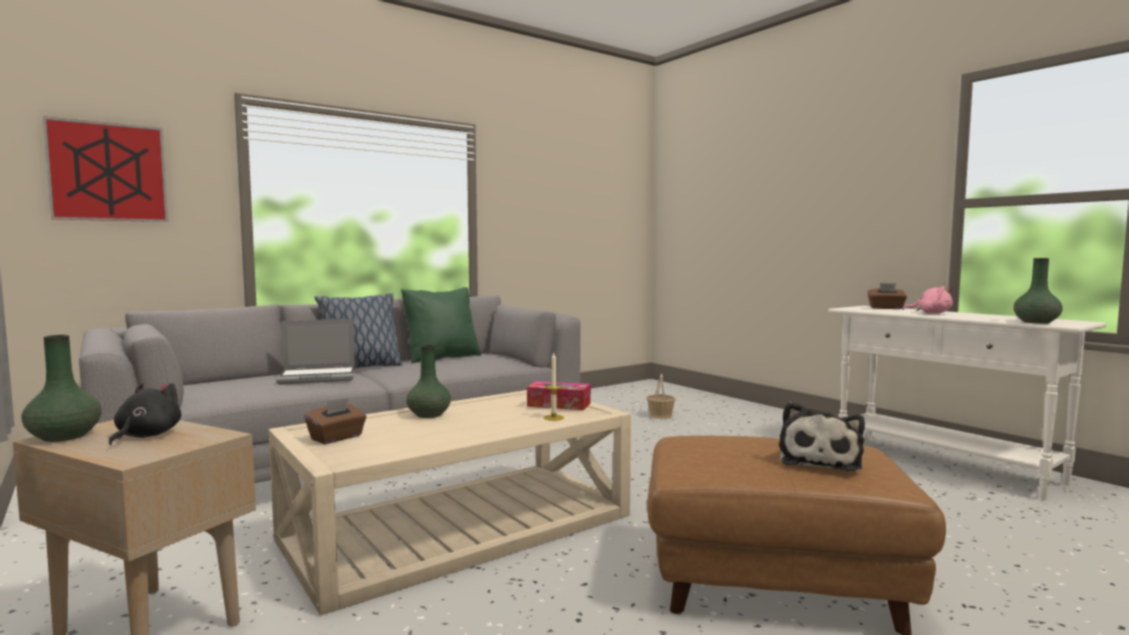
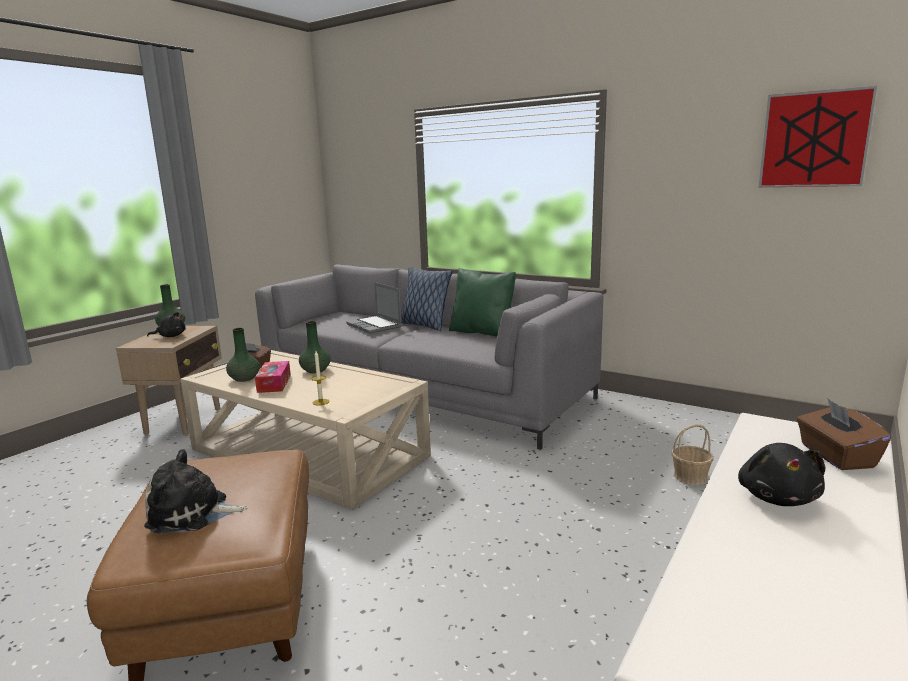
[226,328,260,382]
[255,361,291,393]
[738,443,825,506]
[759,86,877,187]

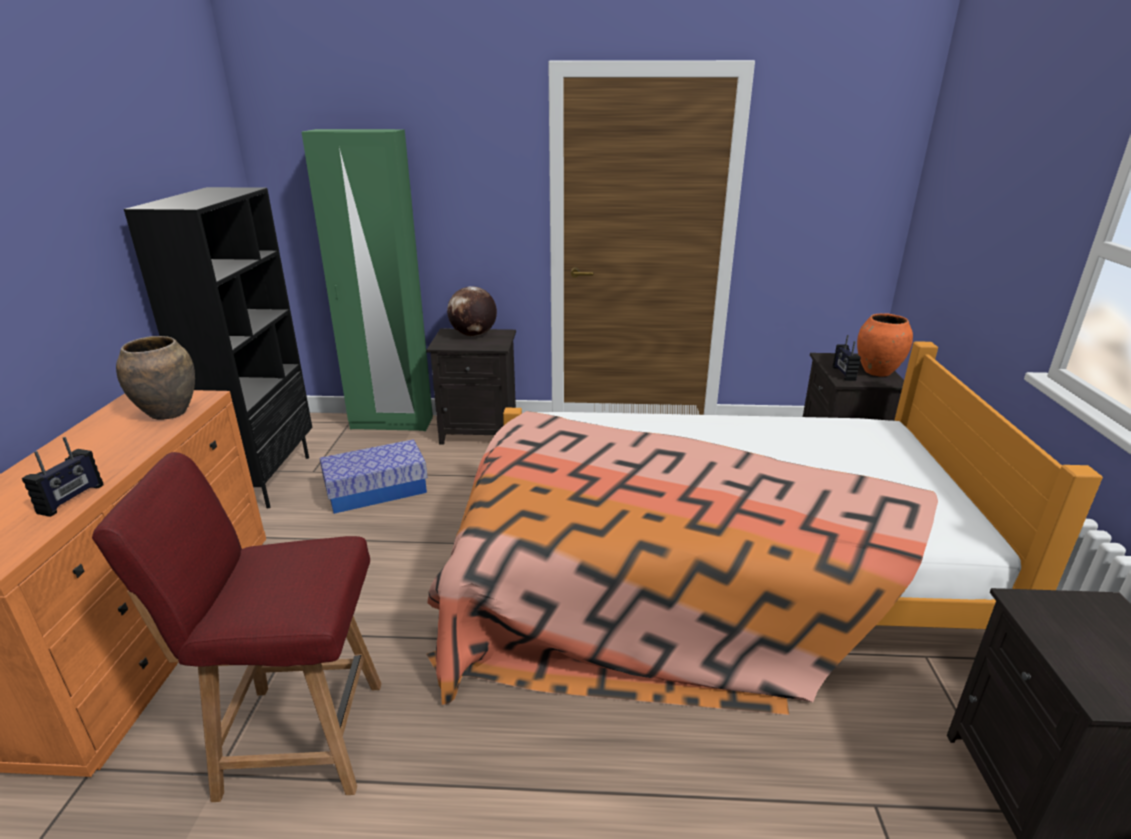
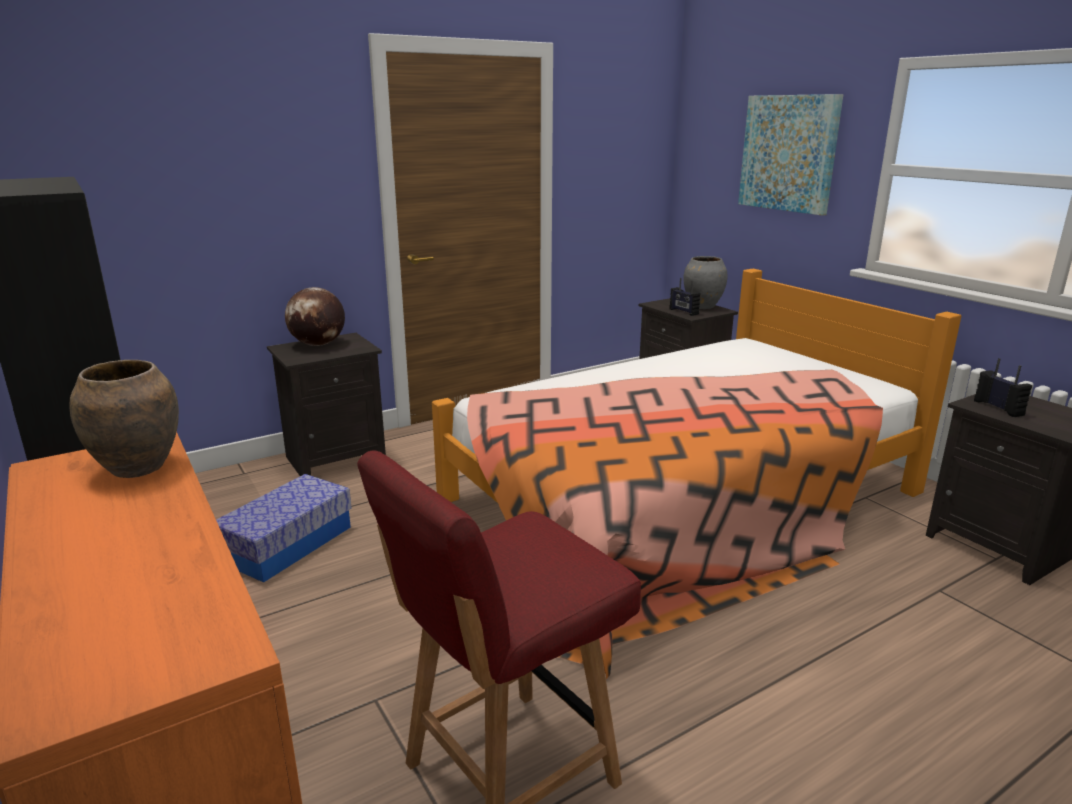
[683,256,727,309]
[738,94,843,216]
[974,358,1032,417]
[302,129,433,431] (first image)

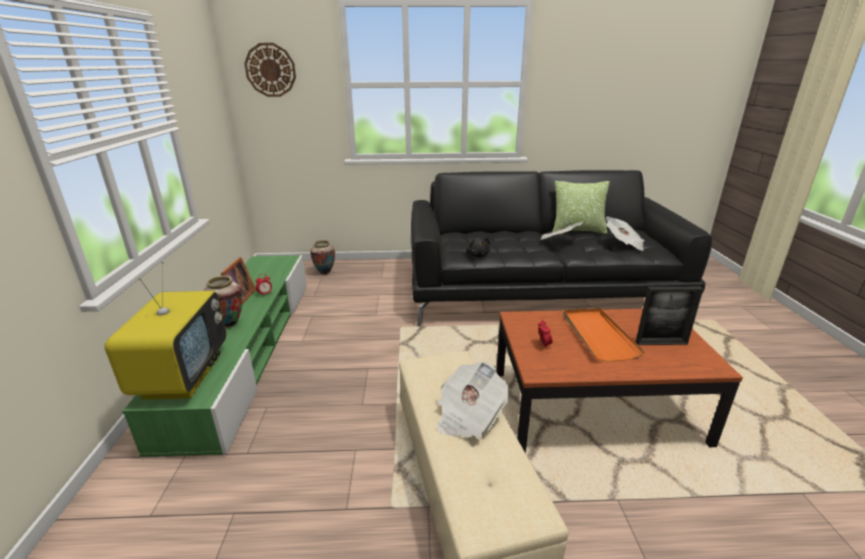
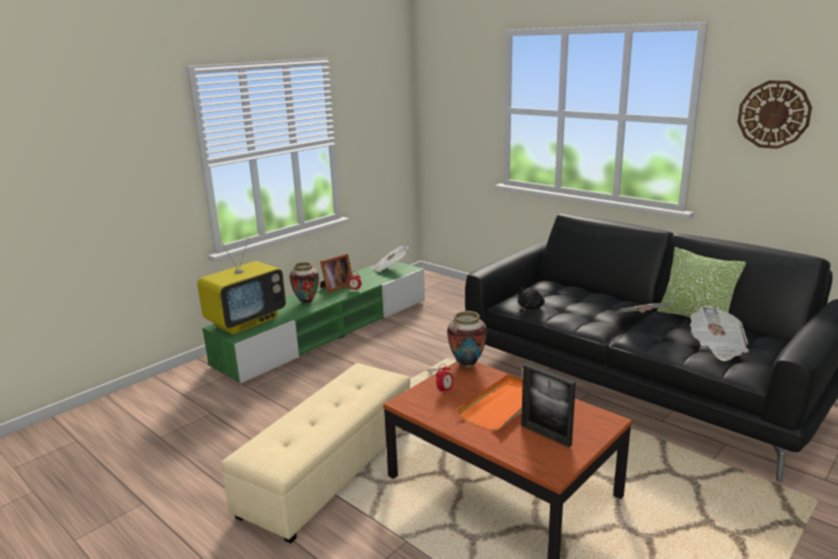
[371,246,409,272]
[447,311,487,368]
[737,80,812,149]

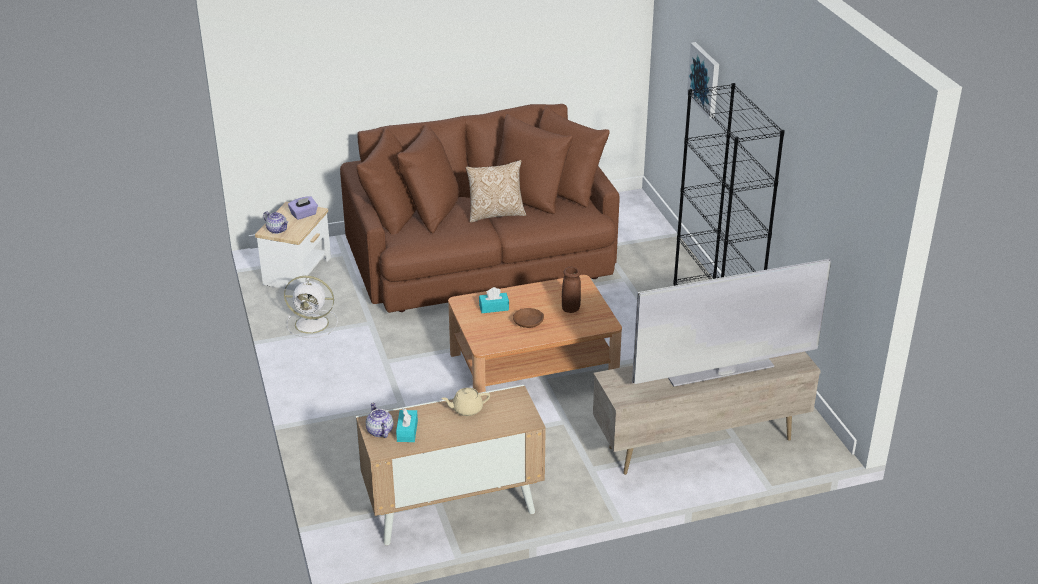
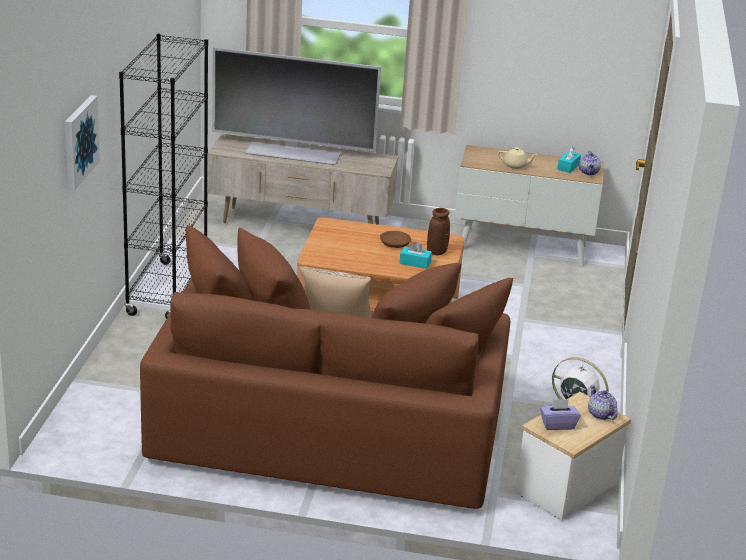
[427,208,450,255]

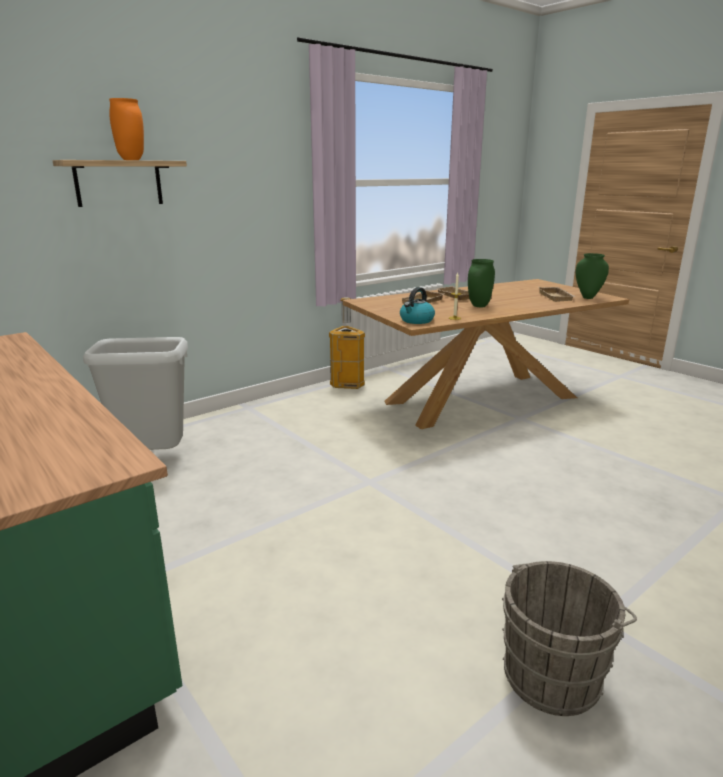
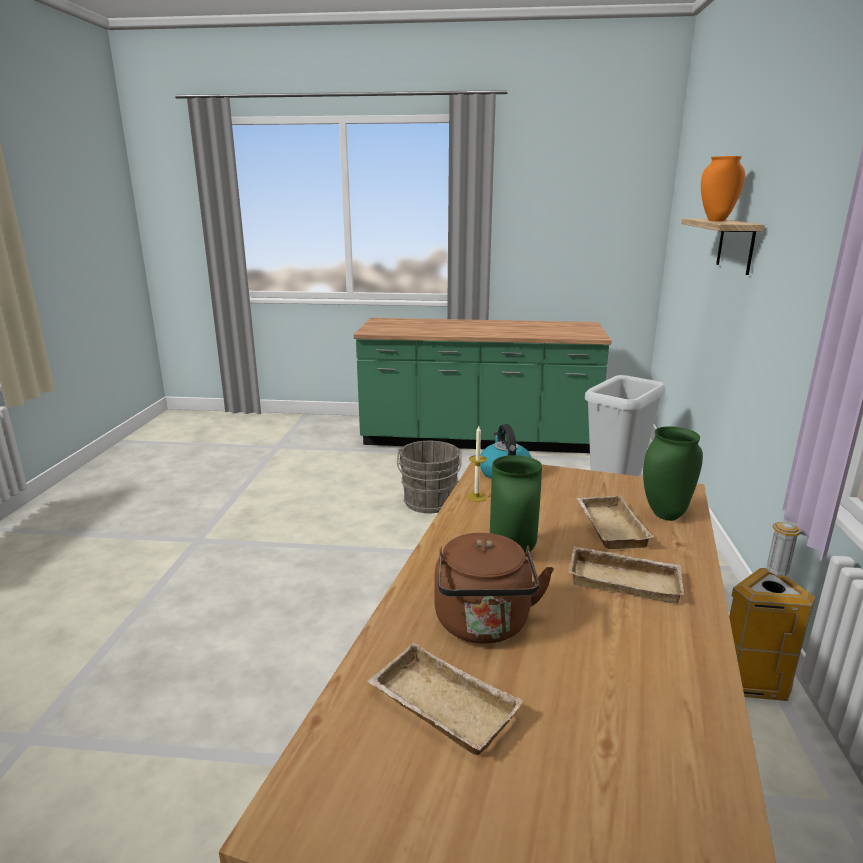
[397,441,462,513]
[435,533,554,644]
[643,426,703,521]

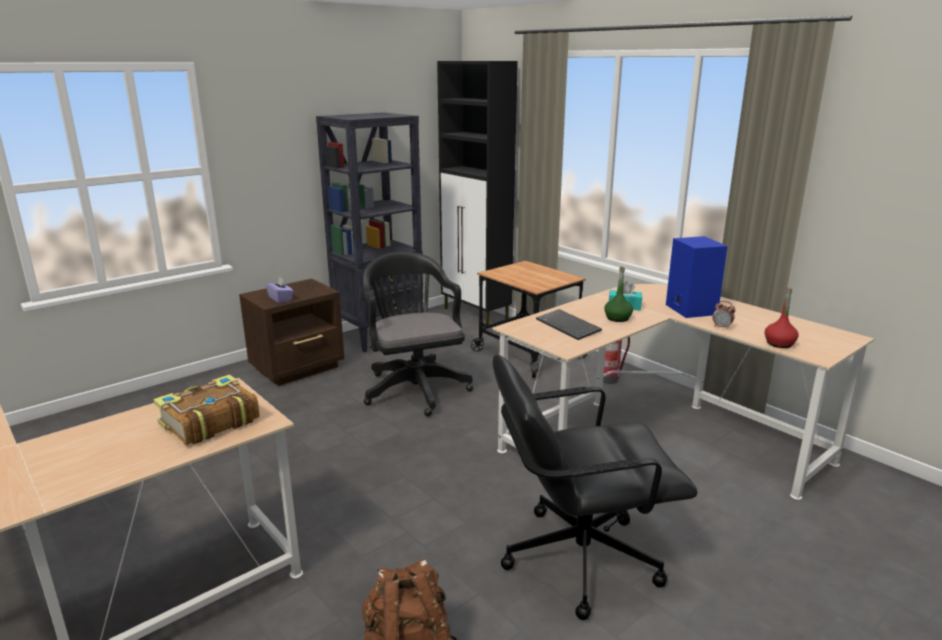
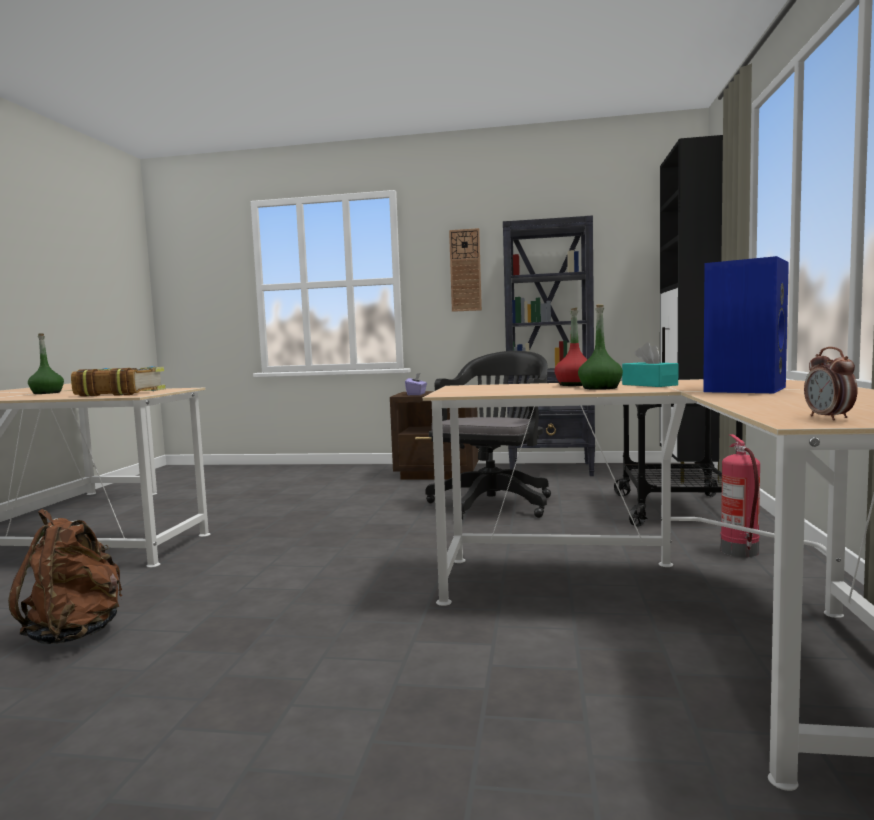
[28,333,64,394]
[449,228,482,312]
[554,308,588,386]
[804,347,858,420]
[493,354,698,620] (first image)
[536,309,602,340] (first image)

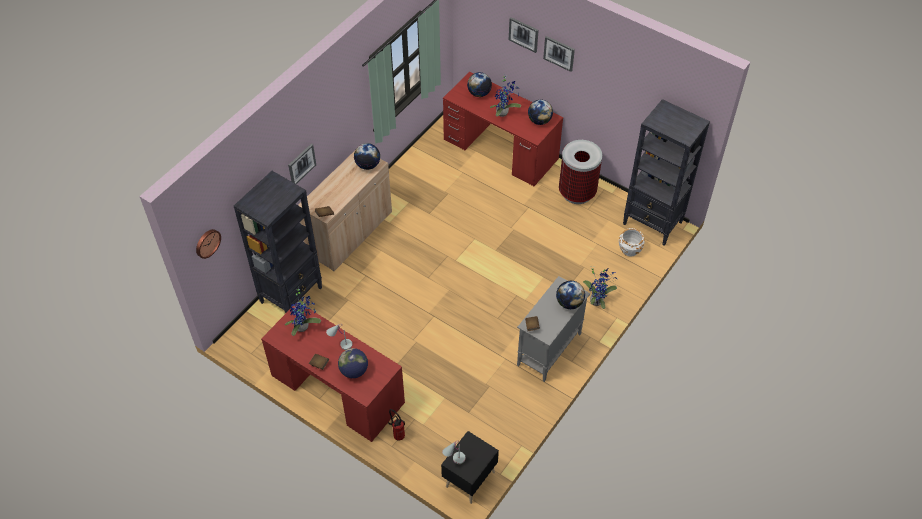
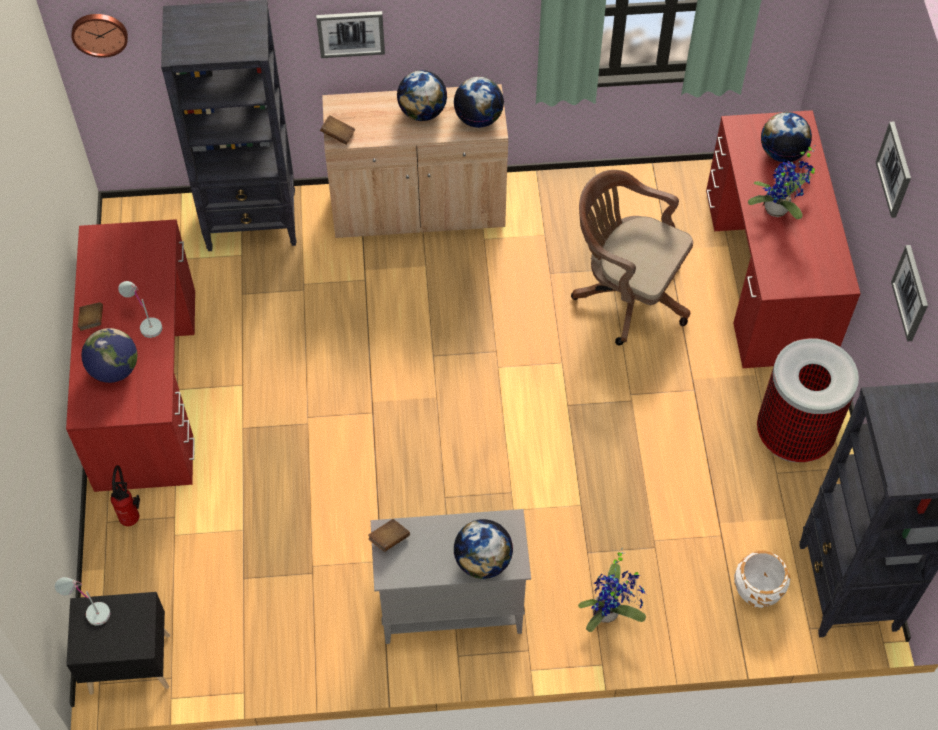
[397,70,447,121]
[571,170,693,345]
[891,245,928,341]
[285,286,321,336] (first image)

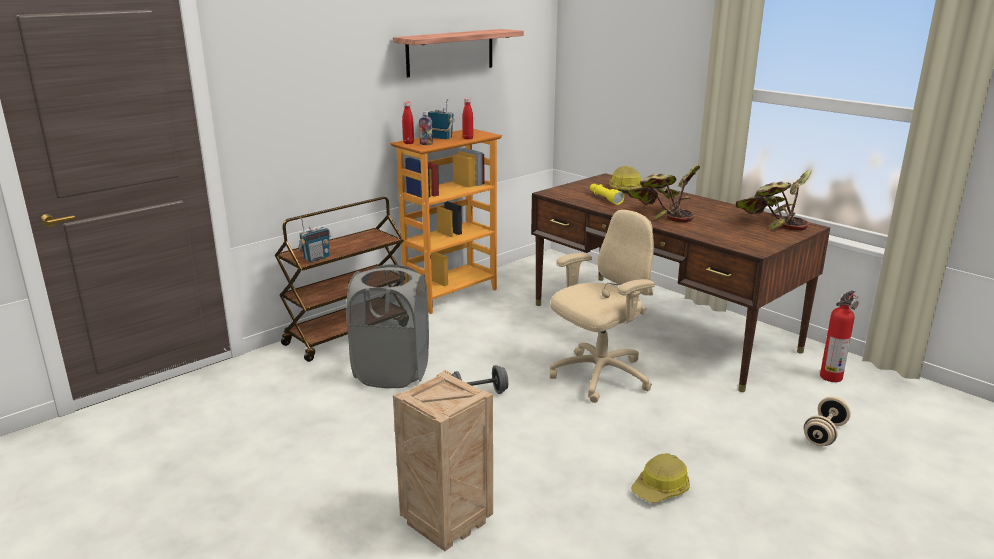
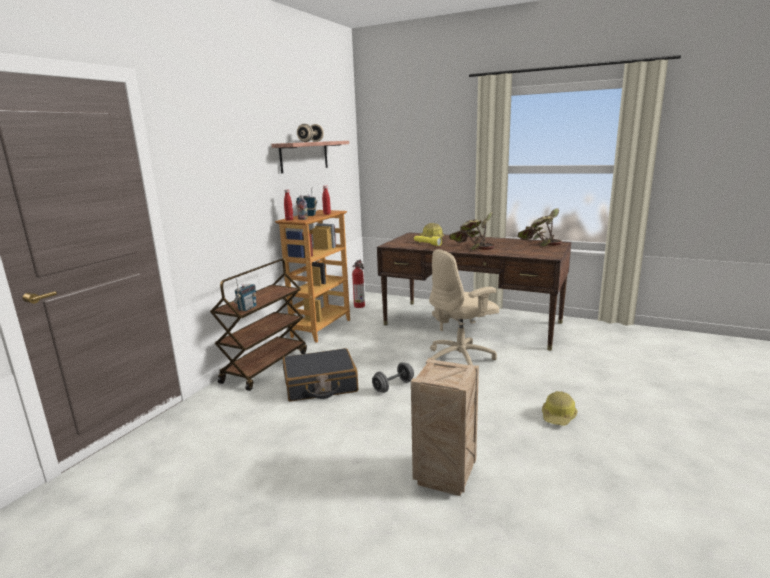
[283,348,358,402]
[297,124,324,142]
[352,260,365,308]
[429,249,499,365]

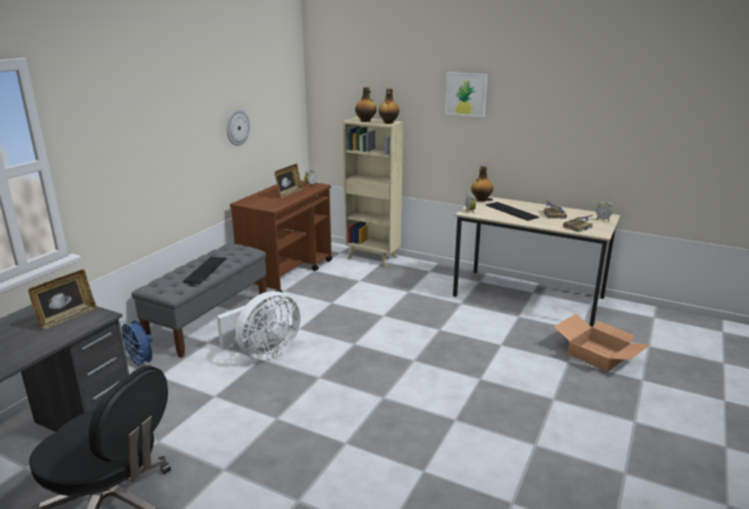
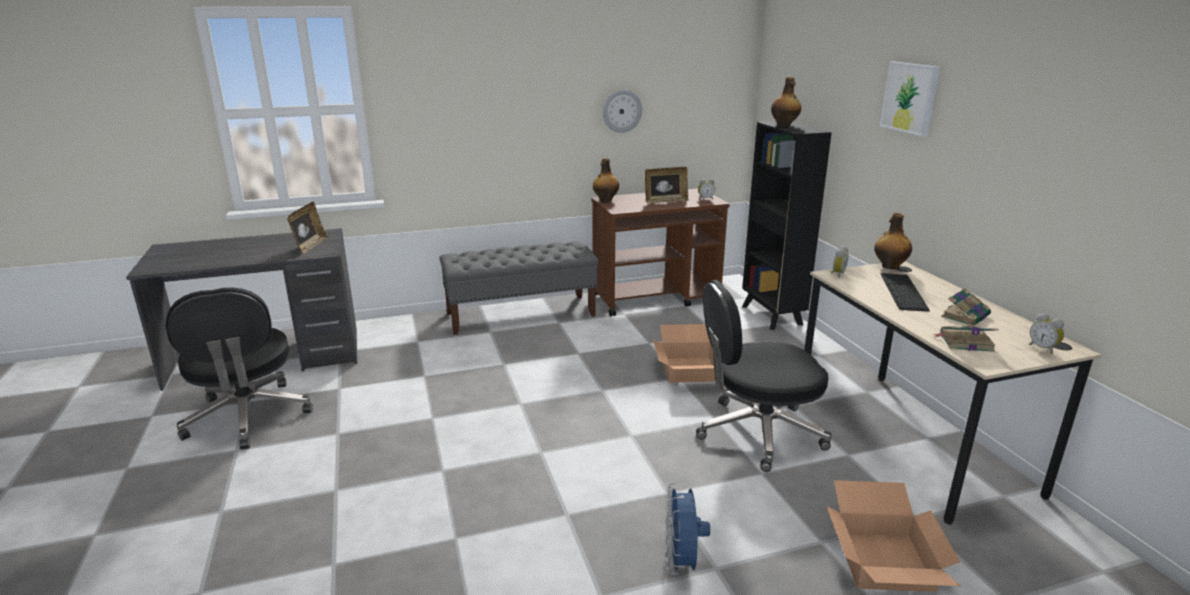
[287,201,328,254]
[593,158,619,202]
[653,324,716,383]
[665,483,710,575]
[696,280,832,472]
[742,121,832,330]
[182,257,227,284] (first image)
[217,291,300,360] (first image)

